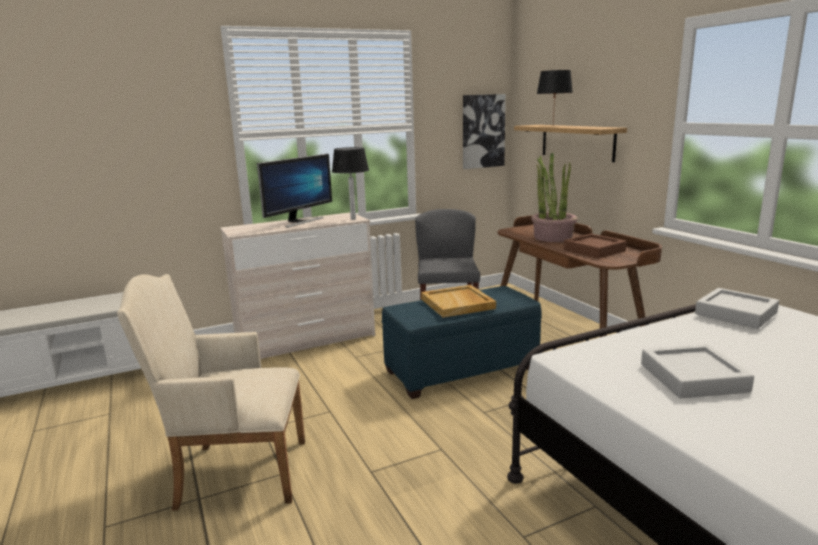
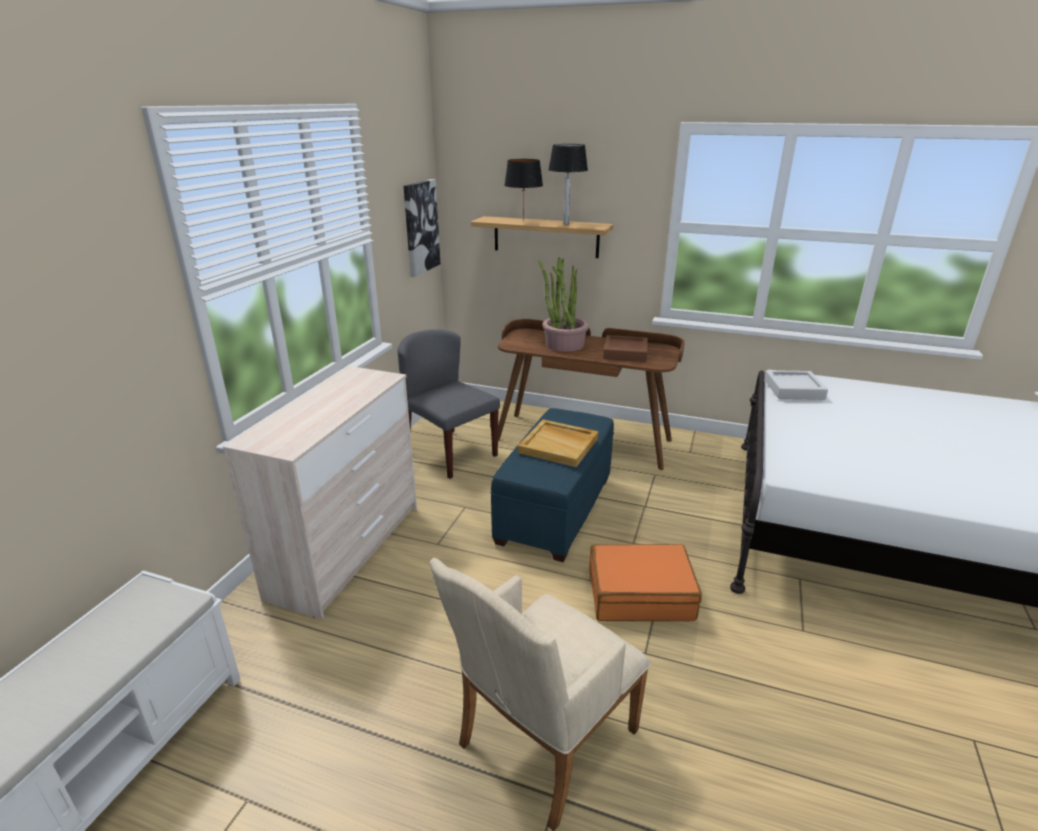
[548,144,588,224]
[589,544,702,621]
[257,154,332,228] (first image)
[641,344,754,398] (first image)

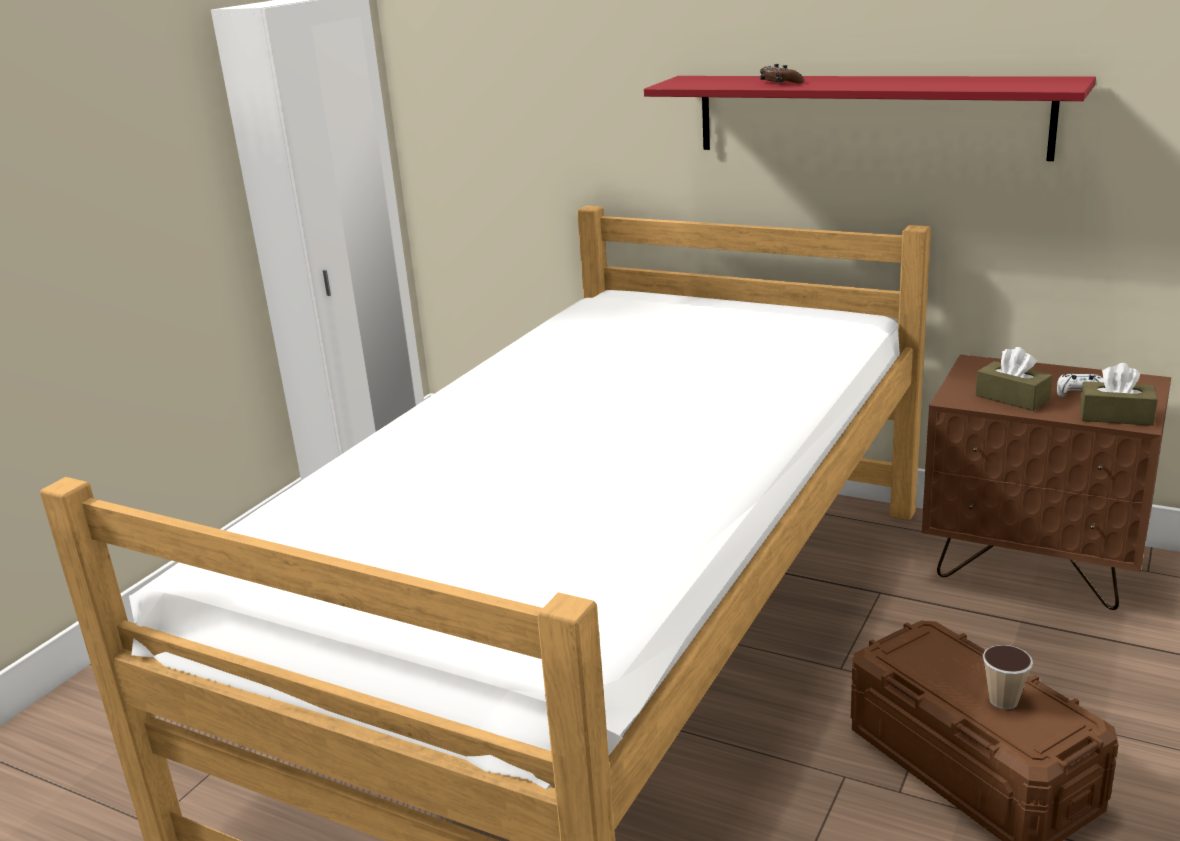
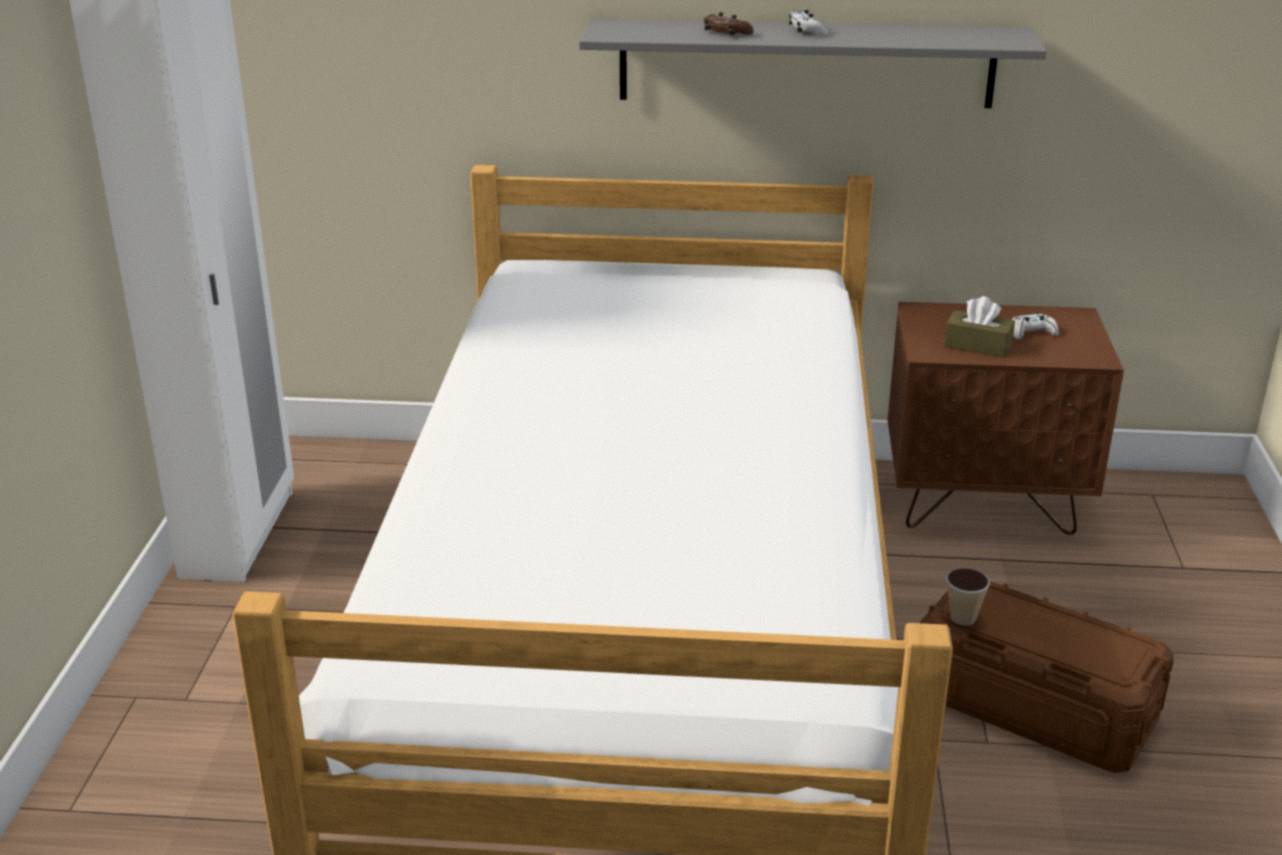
[579,19,1047,108]
[789,10,828,36]
[946,568,990,625]
[1080,363,1158,426] (first image)

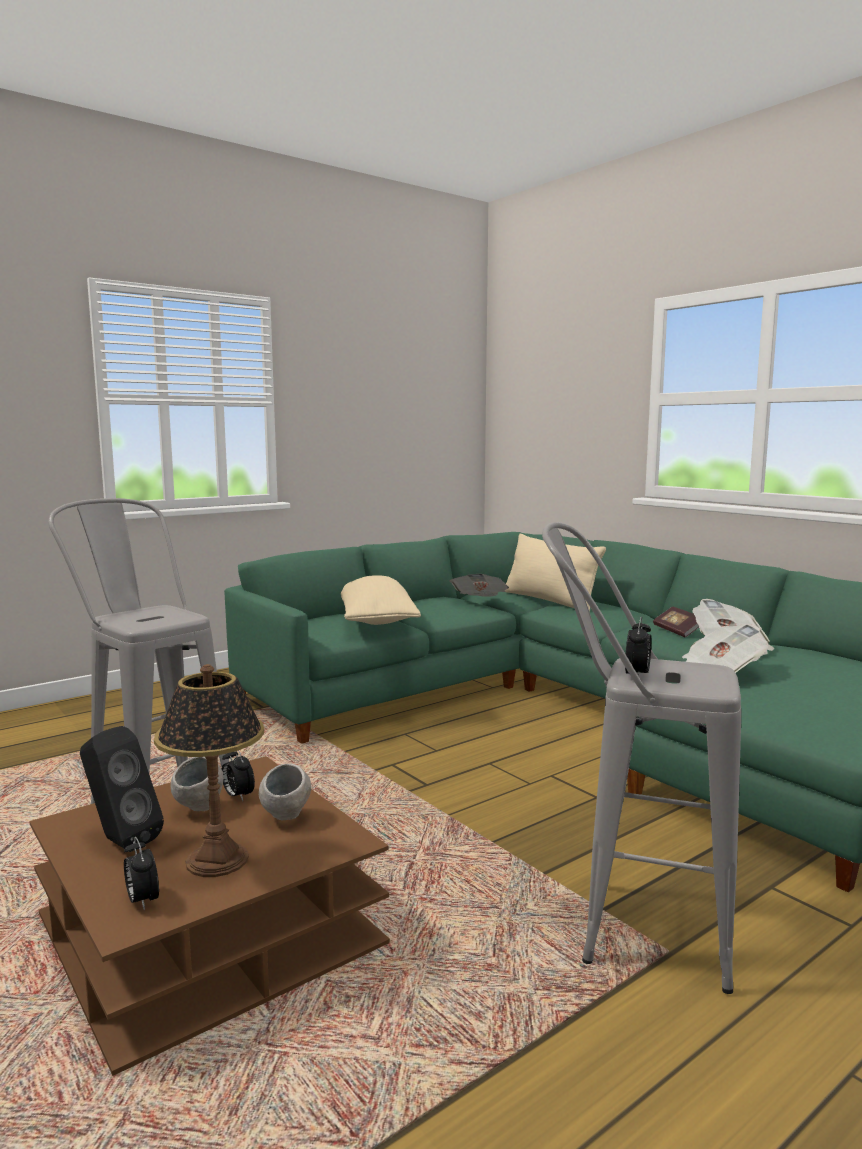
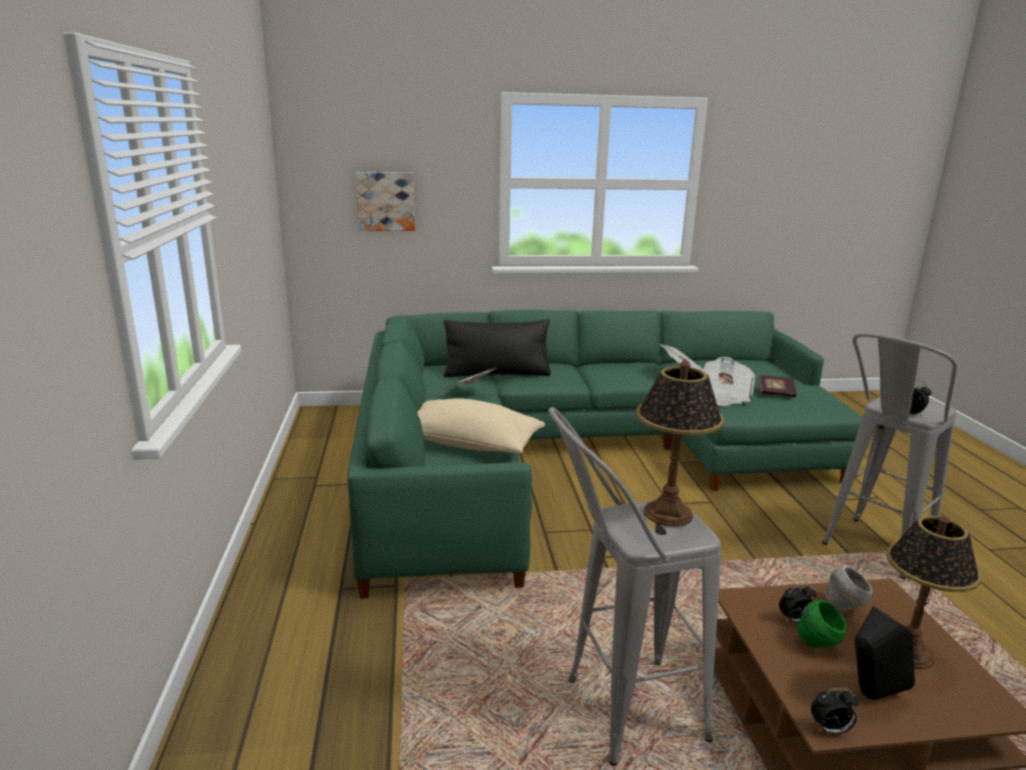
[356,172,415,231]
[443,319,551,377]
[636,361,724,527]
[758,375,797,397]
[797,600,847,648]
[811,688,859,734]

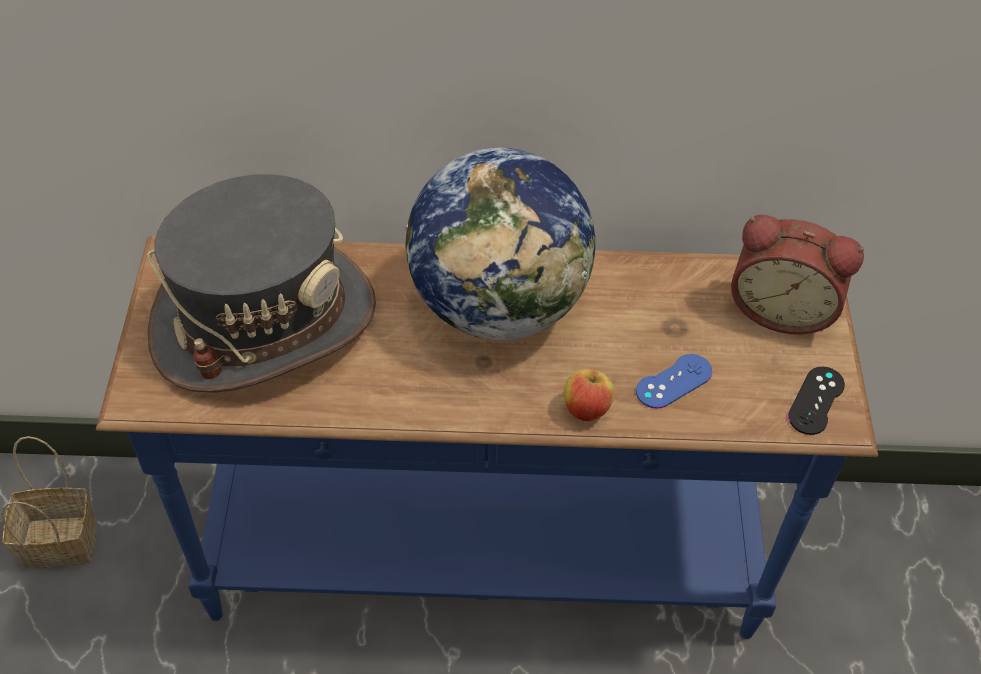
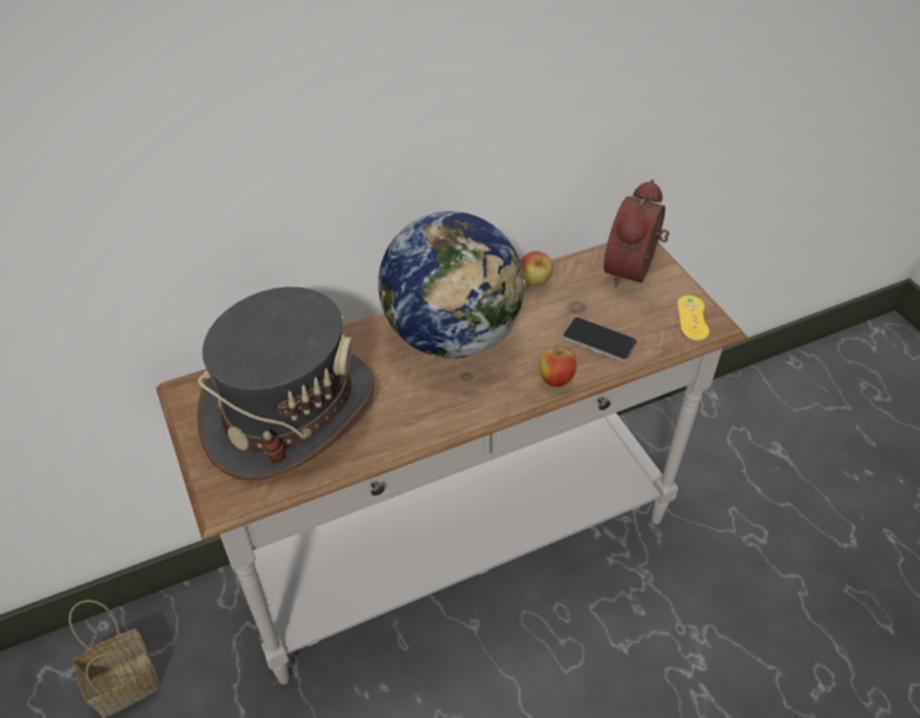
[156,242,748,684]
[520,251,553,286]
[563,317,637,361]
[604,179,669,287]
[677,295,709,341]

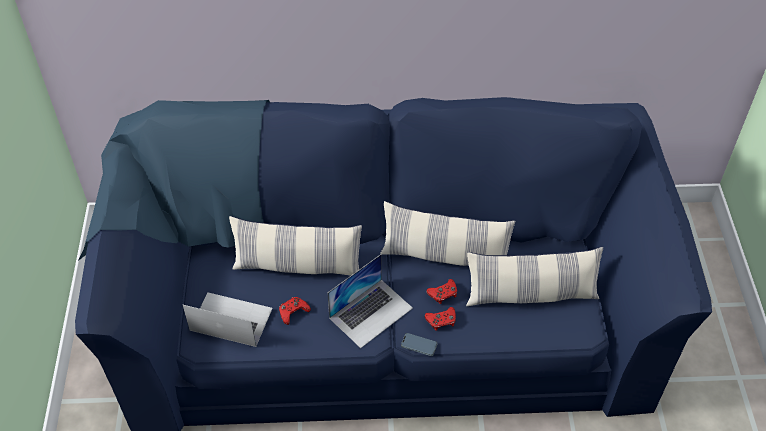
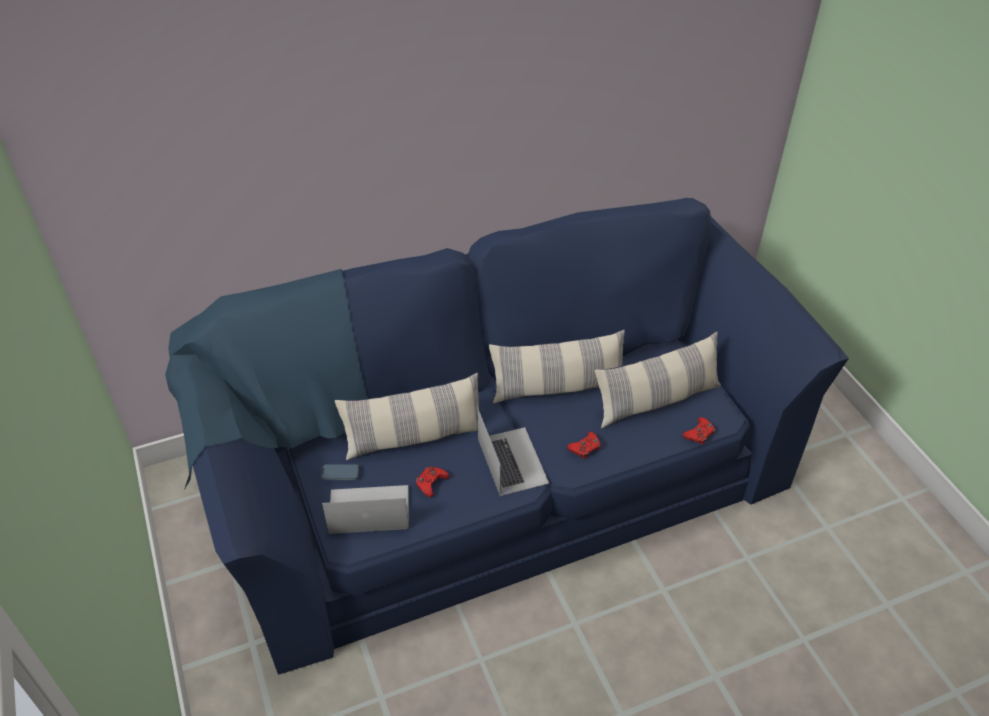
[321,464,359,480]
[477,408,549,496]
[683,417,715,444]

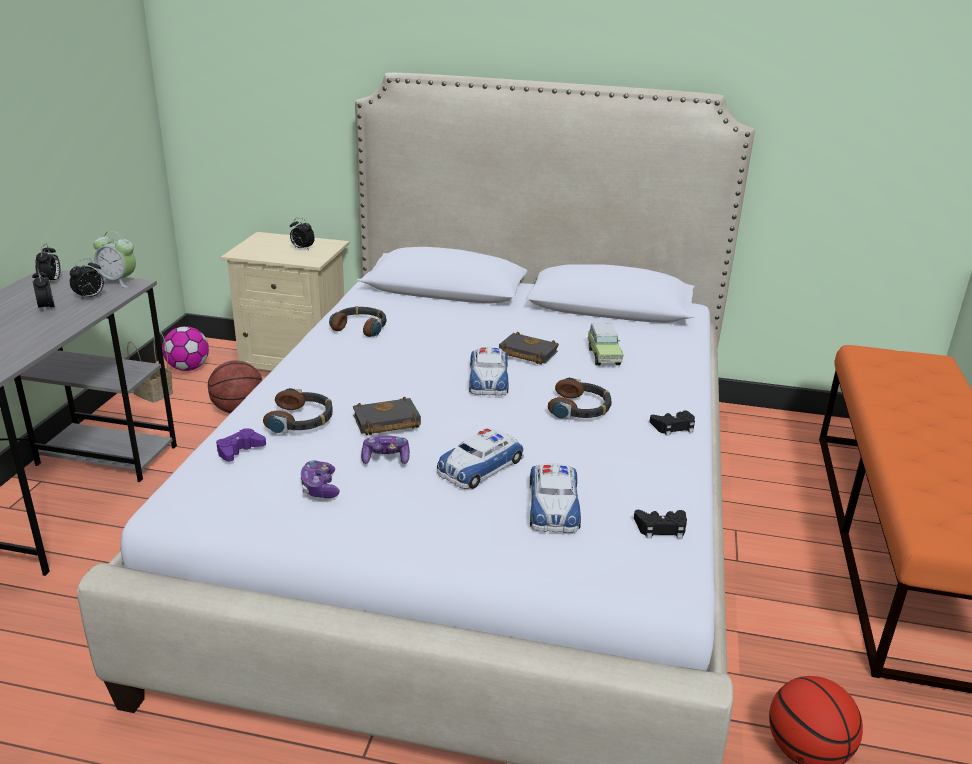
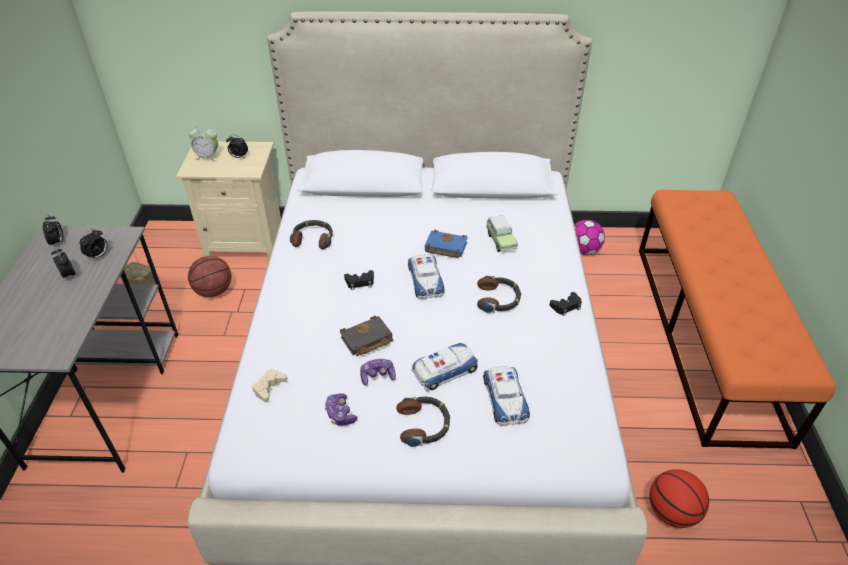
[189,125,218,161]
[252,369,287,402]
[344,270,374,290]
[396,397,450,447]
[411,343,478,392]
[425,230,468,258]
[574,220,605,255]

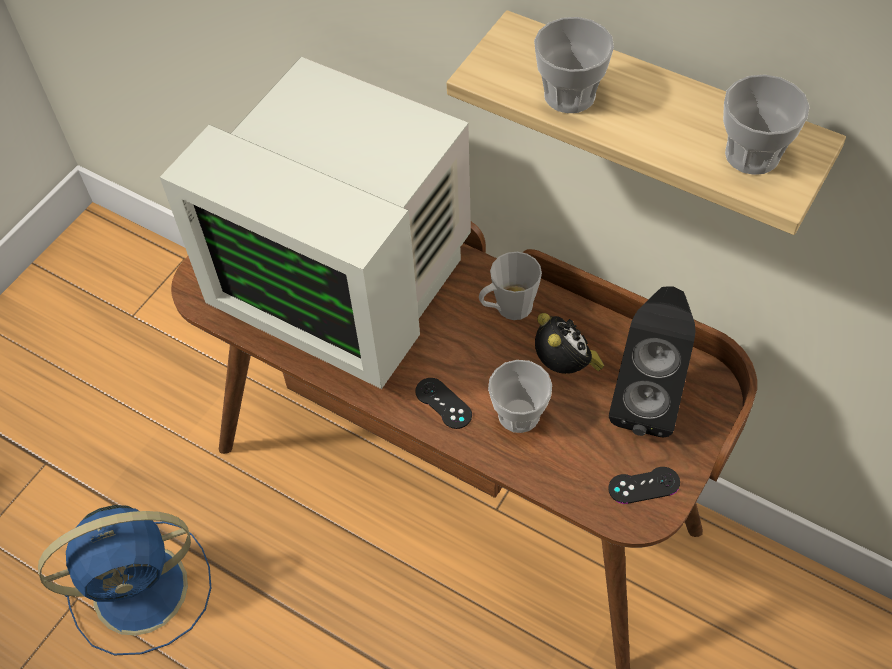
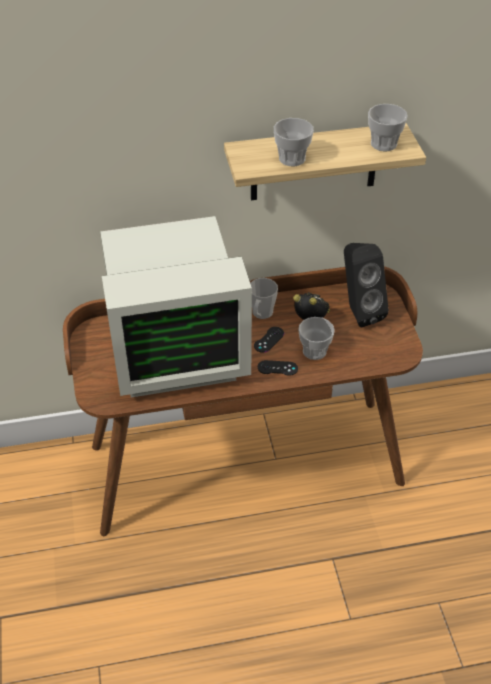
[254,327,284,353]
[38,505,211,655] (first image)

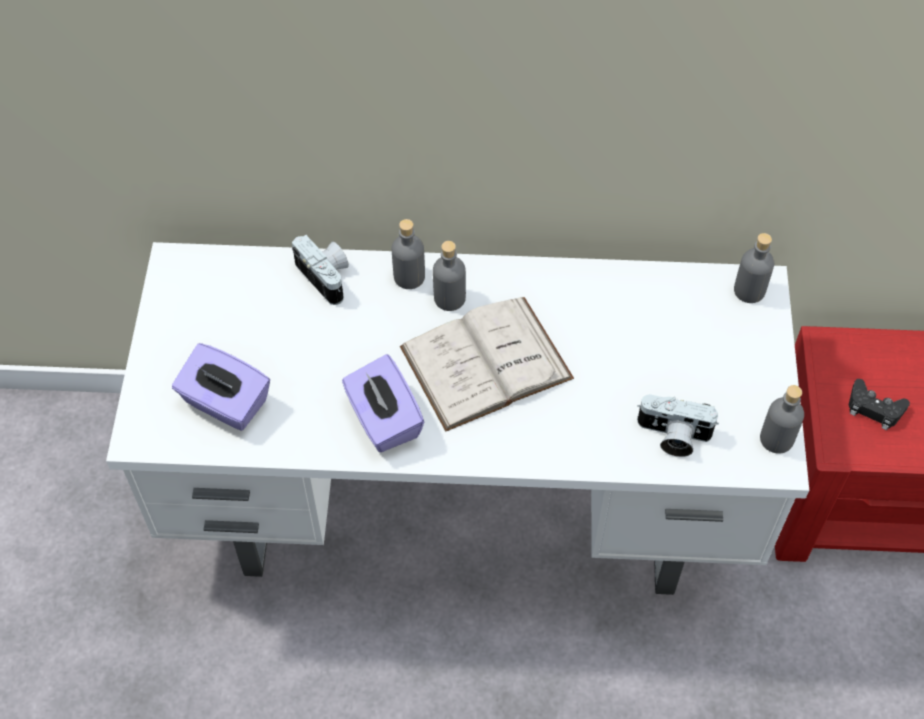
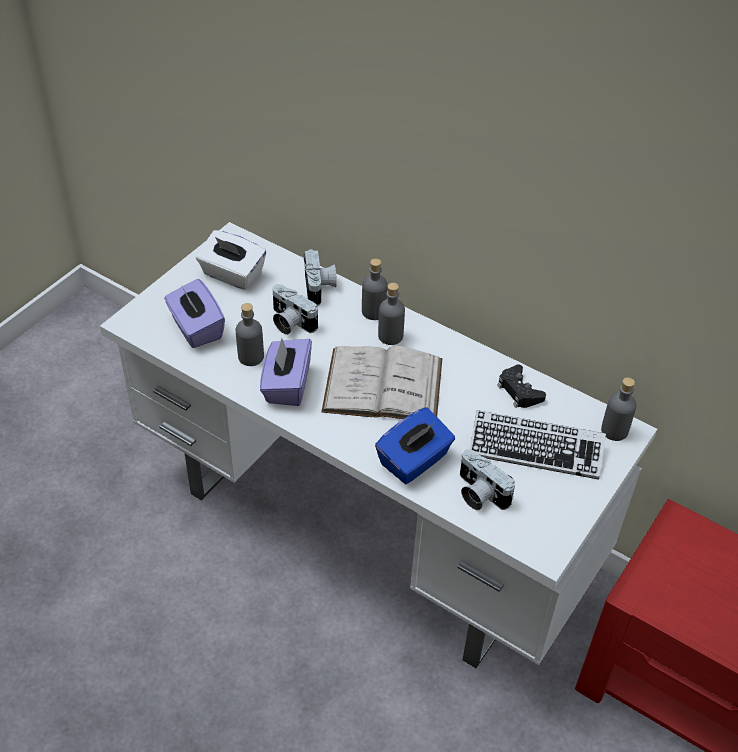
[196,230,266,290]
[236,303,264,366]
[273,284,318,335]
[375,407,455,484]
[470,410,606,480]
[497,364,546,408]

